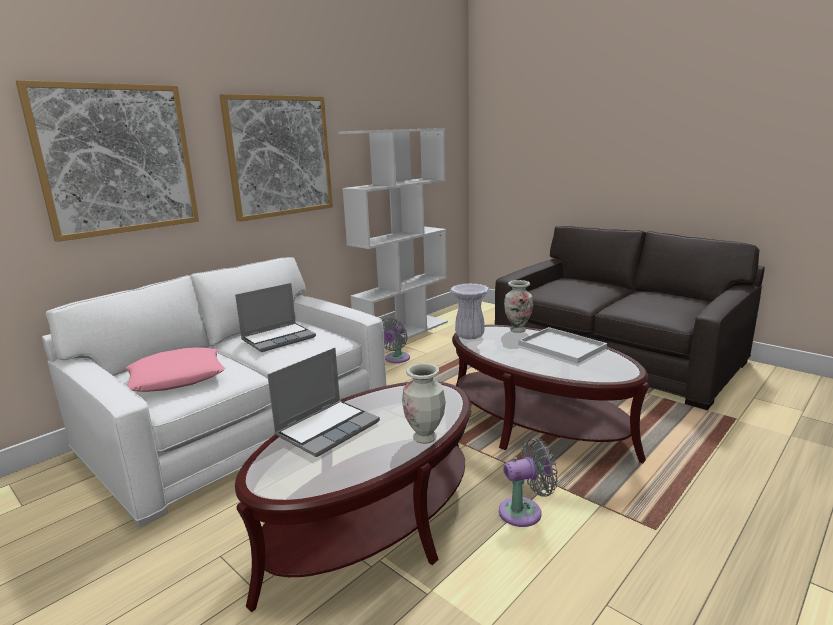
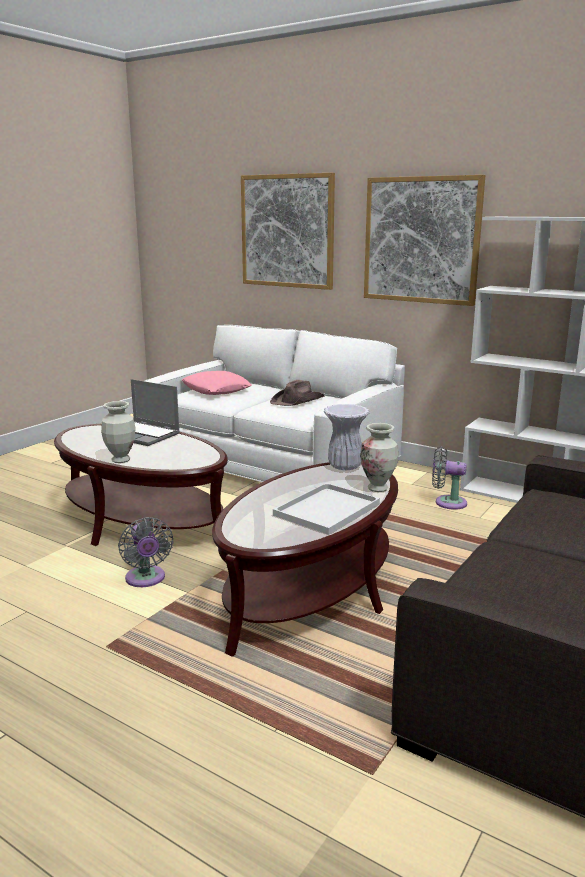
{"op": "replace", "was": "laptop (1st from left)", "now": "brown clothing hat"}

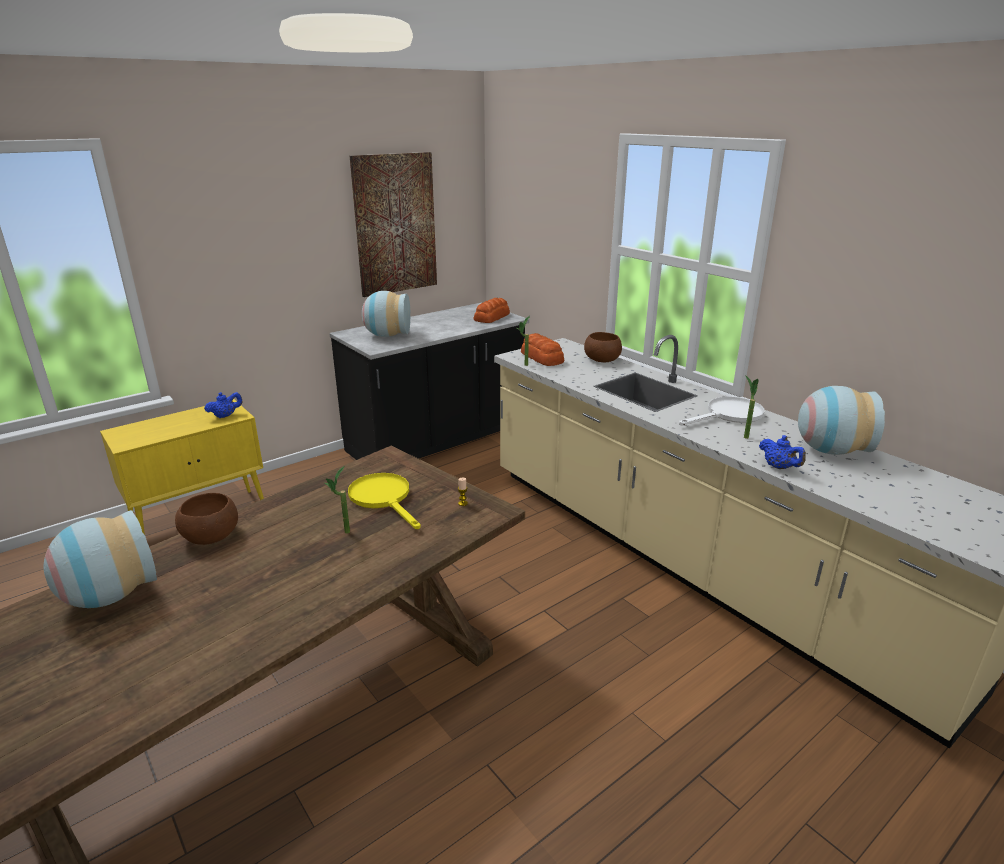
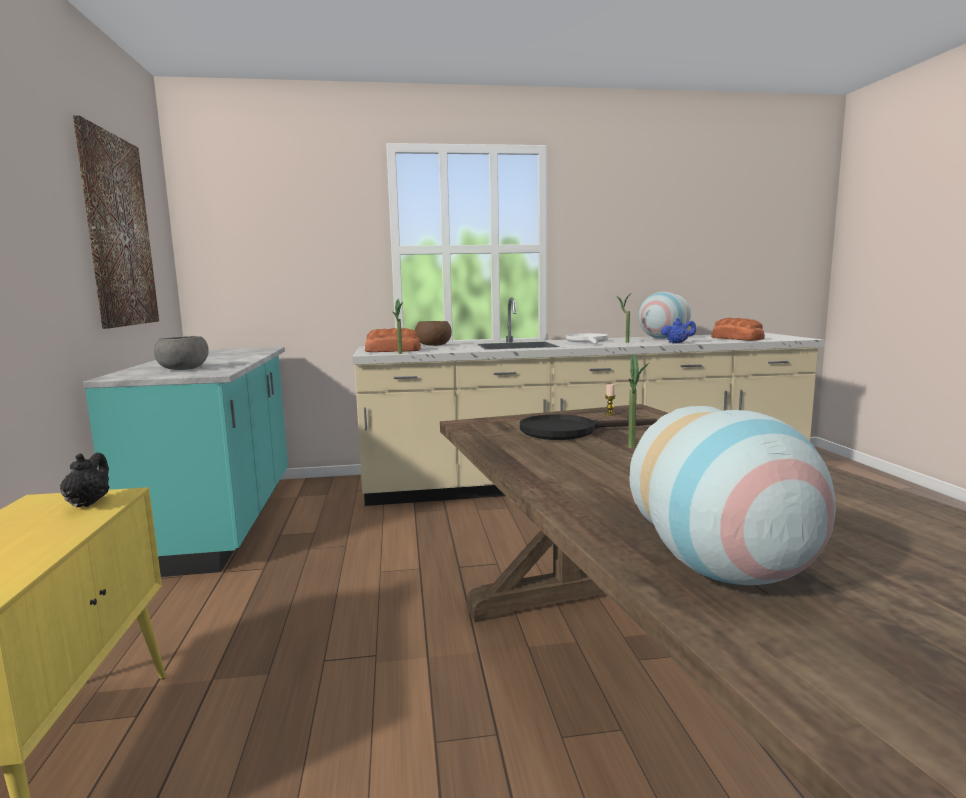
{"op": "delete", "was": "brown deep dish (1st from left)"}
{"op": "move", "was": "baked bread (1st from left in the first image)", "now": "baked bread (2nd from left)"}
{"op": "replace", "was": "decorative vase (2nd from left)", "now": "grey deep dish"}
{"op": "recolor", "was": "blue-coloured teapot (1st from left)", "now": "blackish teapot"}
{"op": "recolor", "was": "blackish kitchen counter", "now": "turquoise kitchen counter"}
{"op": "recolor", "was": "yellow skillet", "now": "blackish skillet"}

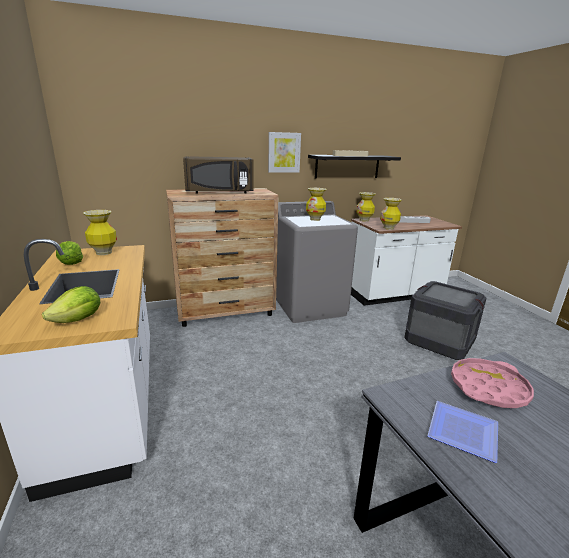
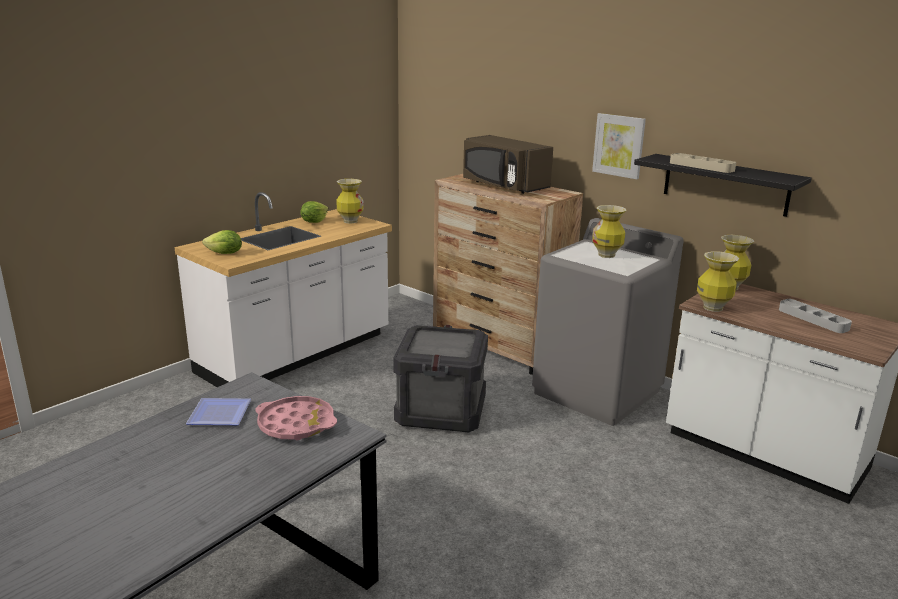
{"op": "move", "was": "packing crate"}

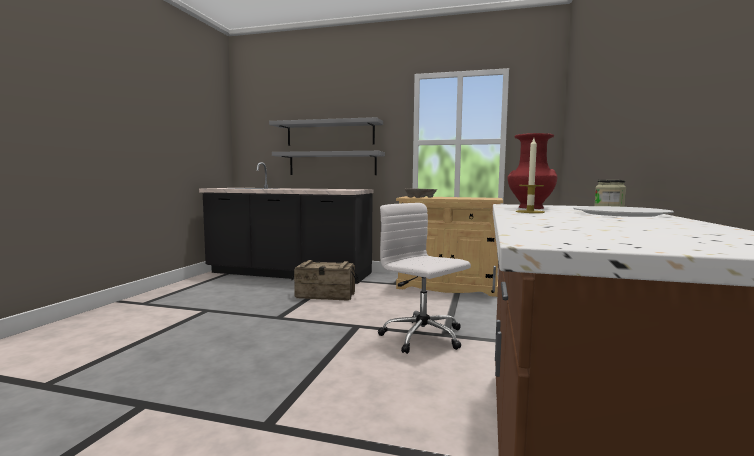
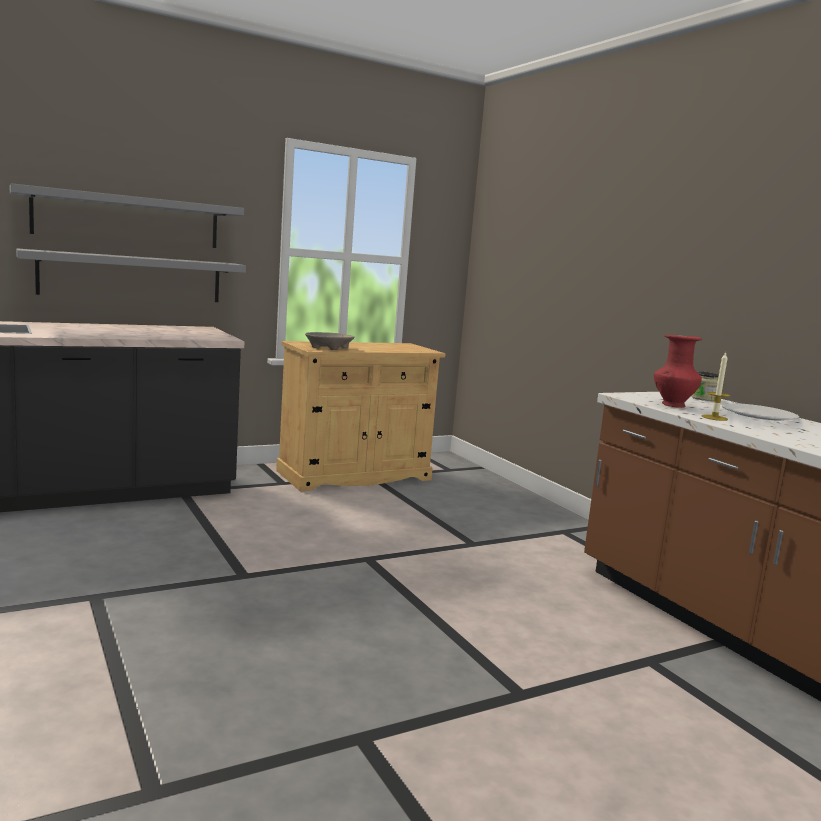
{"op": "delete", "was": "packing crate"}
{"op": "delete", "was": "whitish office chair"}

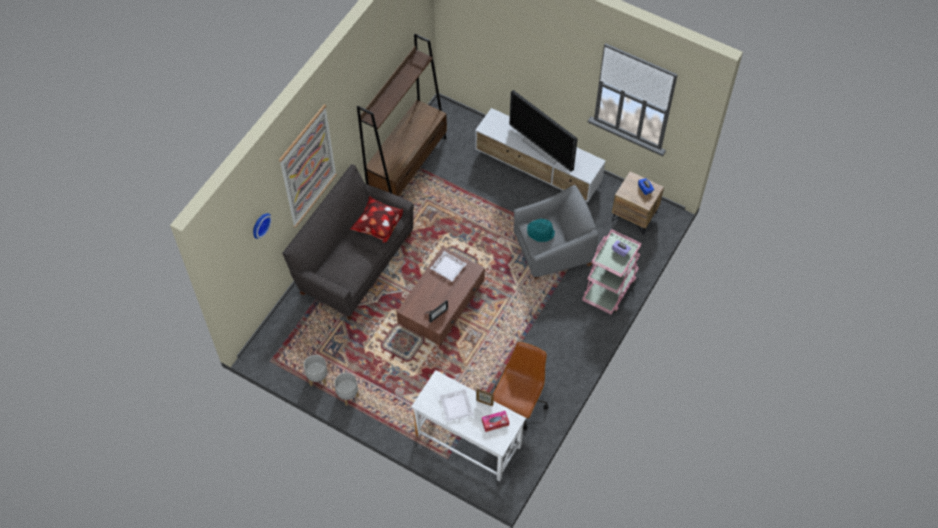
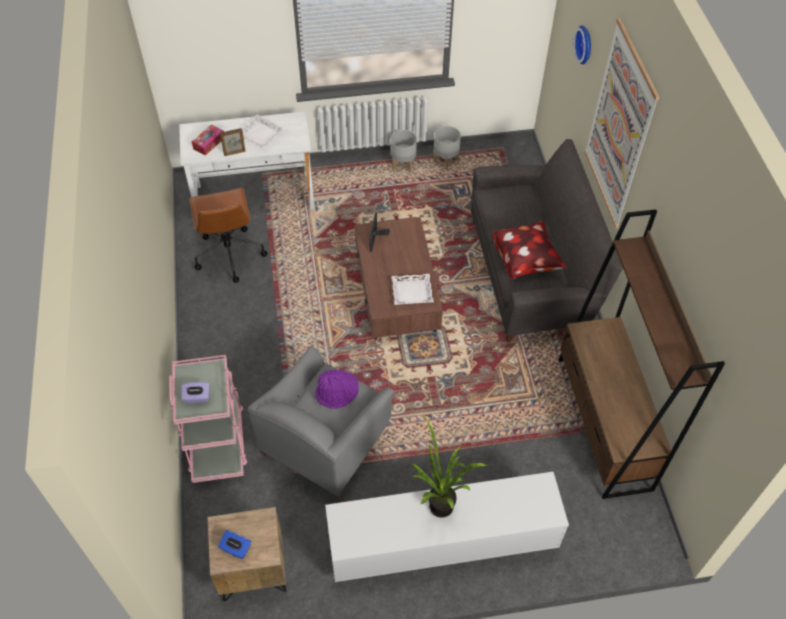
{"op": "replace", "was": "TV", "now": "houseplant"}
{"op": "recolor", "was": "turquoise clothing hat", "now": "purple clothing hat"}

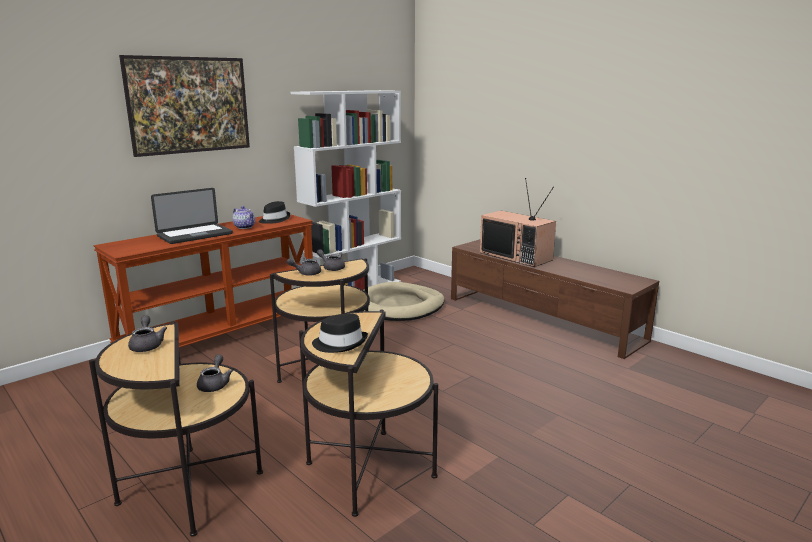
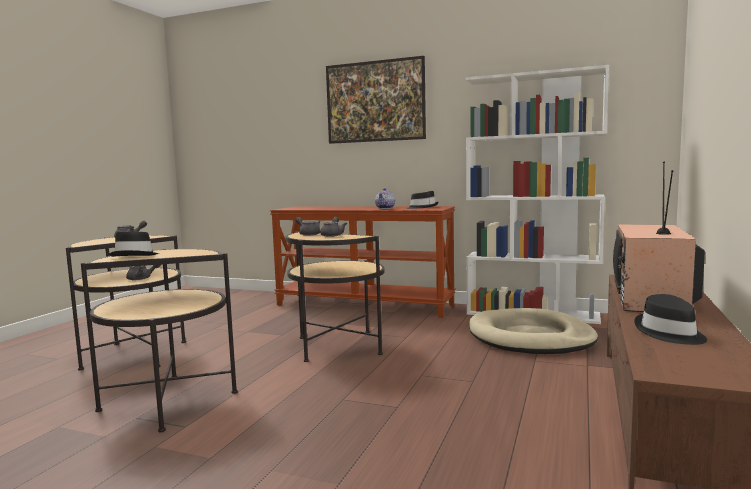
{"op": "delete", "was": "laptop"}
{"op": "insert", "now": "blackish clothing hat (3rd from left)"}

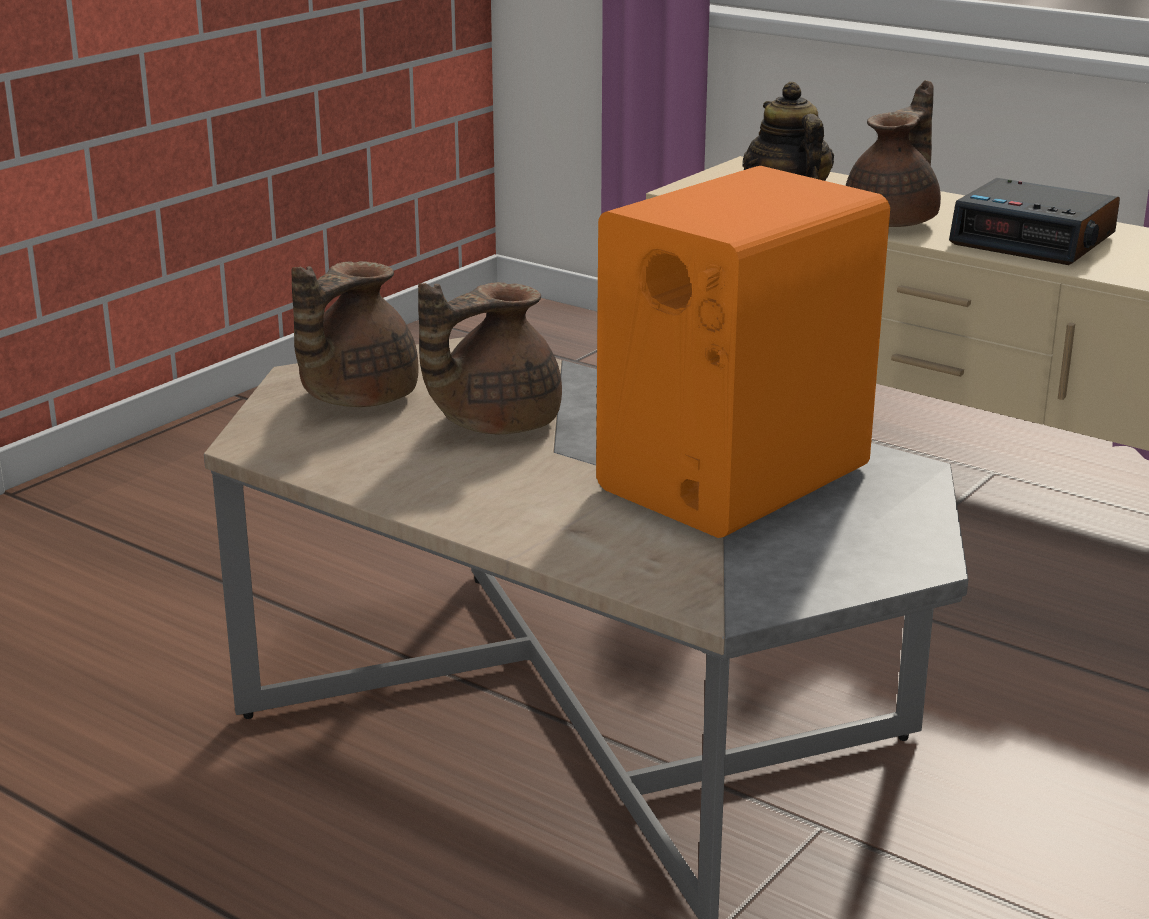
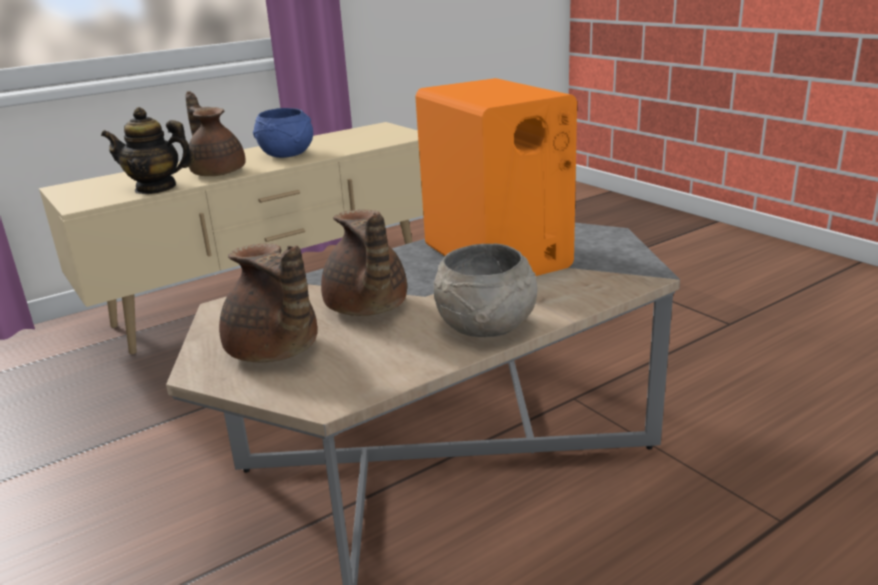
{"op": "insert", "now": "grey deep dish"}
{"op": "replace", "was": "table clock", "now": "blue-coloured deep dish"}

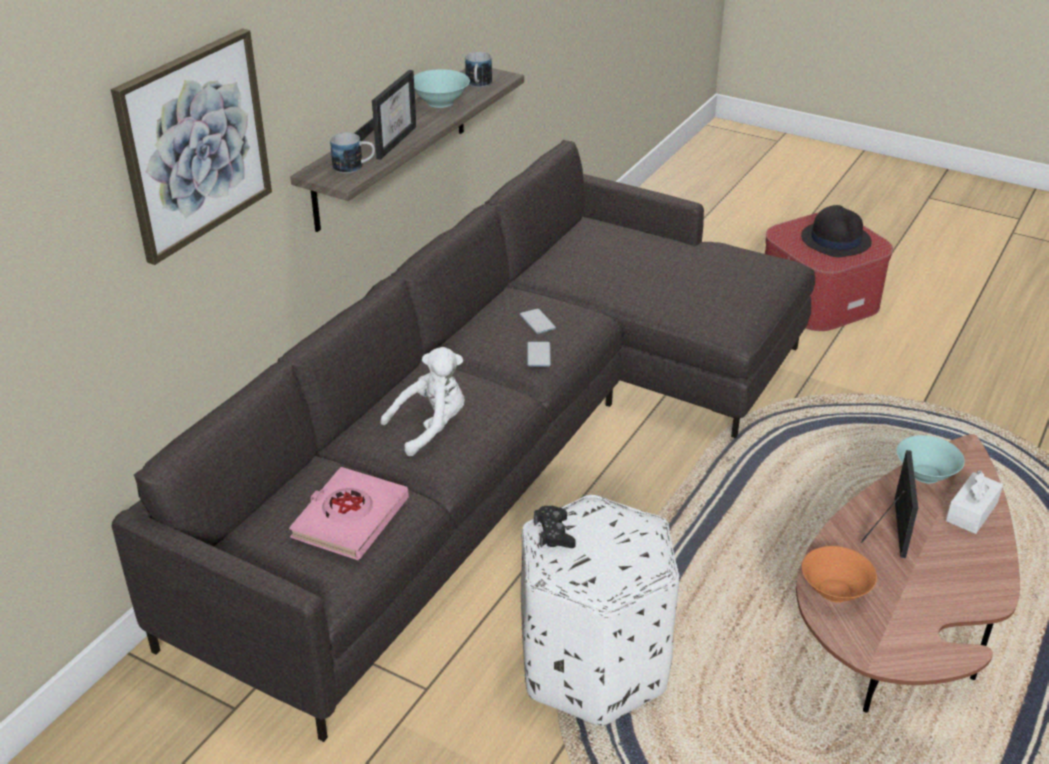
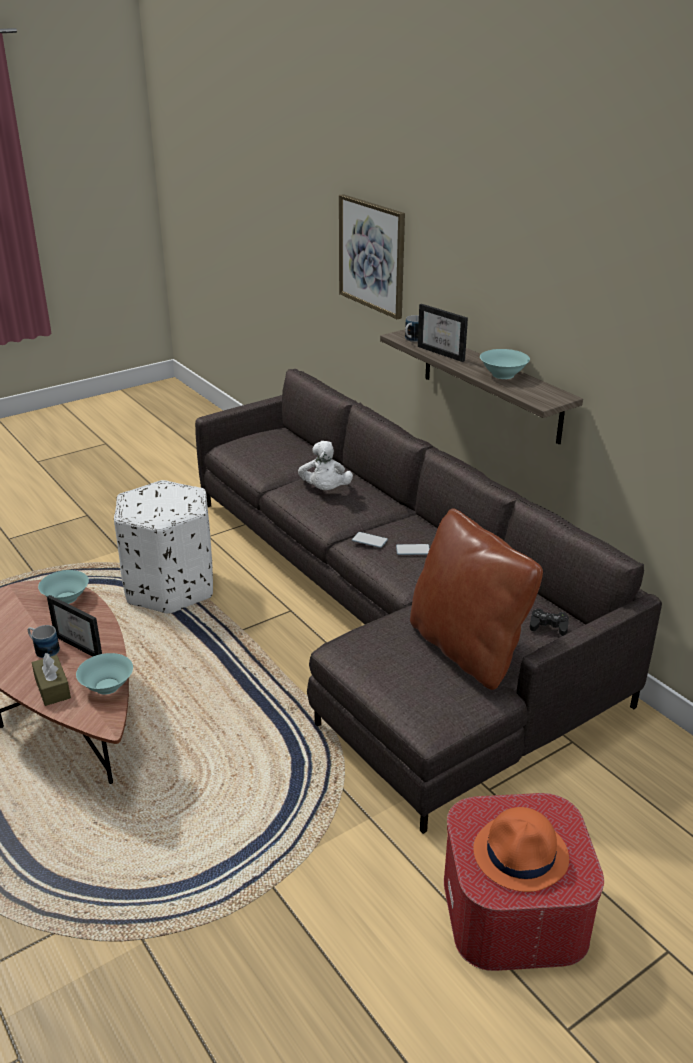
{"op": "delete", "was": "pink book"}
{"op": "insert", "now": "brown cushion"}
{"op": "move", "was": "coffee mug (2nd from left in the first image)", "now": "coffee mug (1st from left)"}
{"op": "move", "was": "blackish joypad"}
{"op": "recolor", "was": "blackish clothing hat", "now": "orange-coloured clothing hat"}
{"op": "recolor", "was": "orange-coloured deep dish", "now": "turquoise deep dish (1st from left)"}
{"op": "recolor", "was": "whitish tissue holder", "now": "brown tissue holder"}

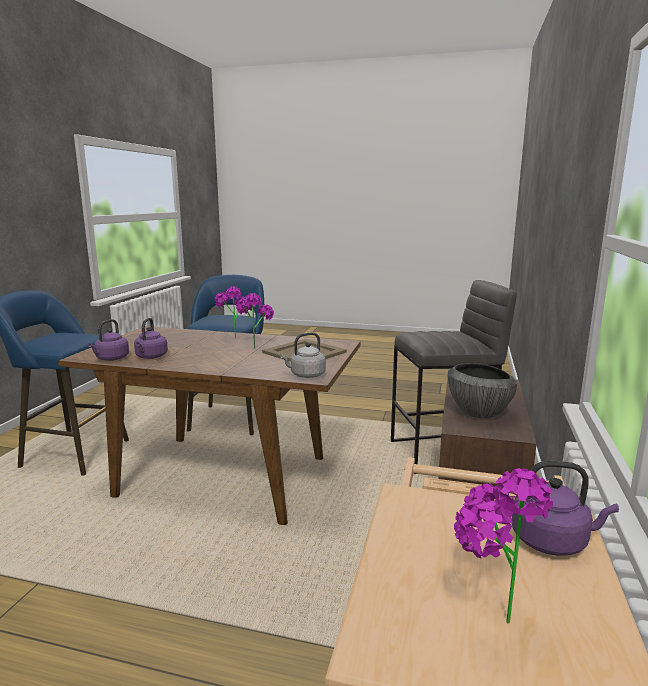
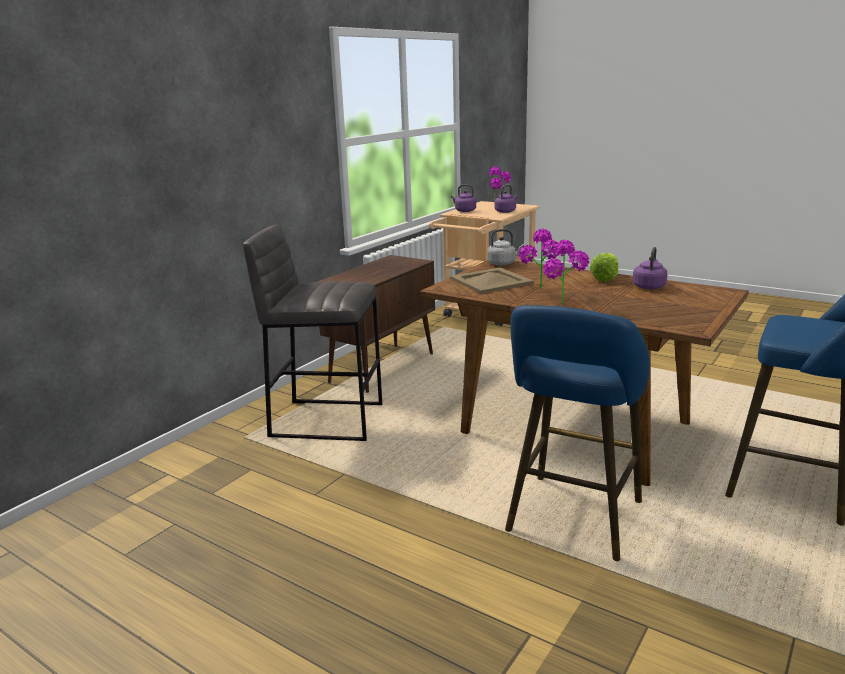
{"op": "delete", "was": "deep dish"}
{"op": "insert", "now": "head of lettuce"}
{"op": "move", "was": "purple water kettle (1st from left in the first image)", "now": "purple water kettle (2nd from left)"}

